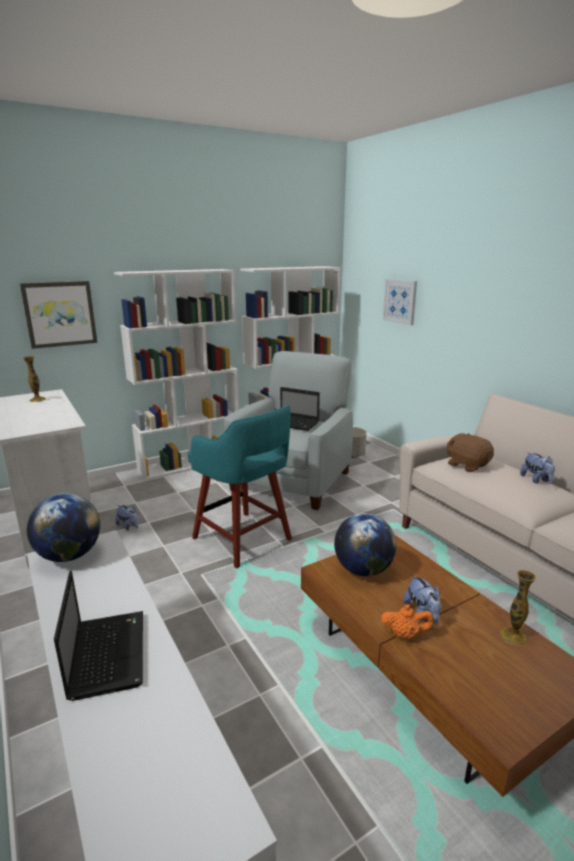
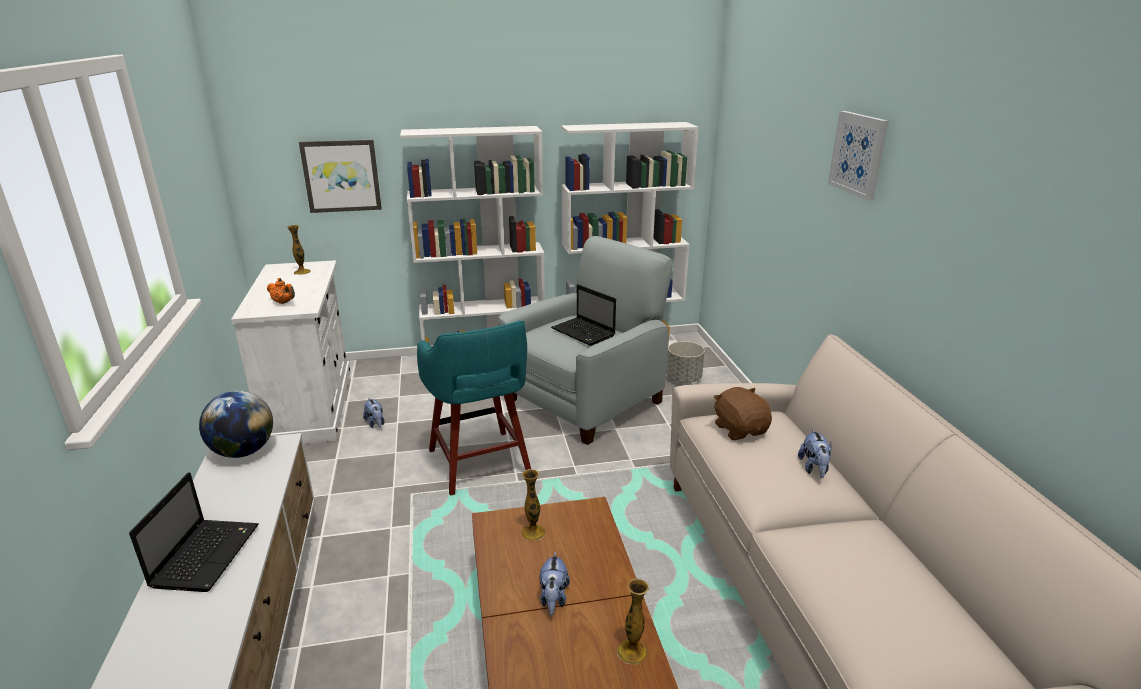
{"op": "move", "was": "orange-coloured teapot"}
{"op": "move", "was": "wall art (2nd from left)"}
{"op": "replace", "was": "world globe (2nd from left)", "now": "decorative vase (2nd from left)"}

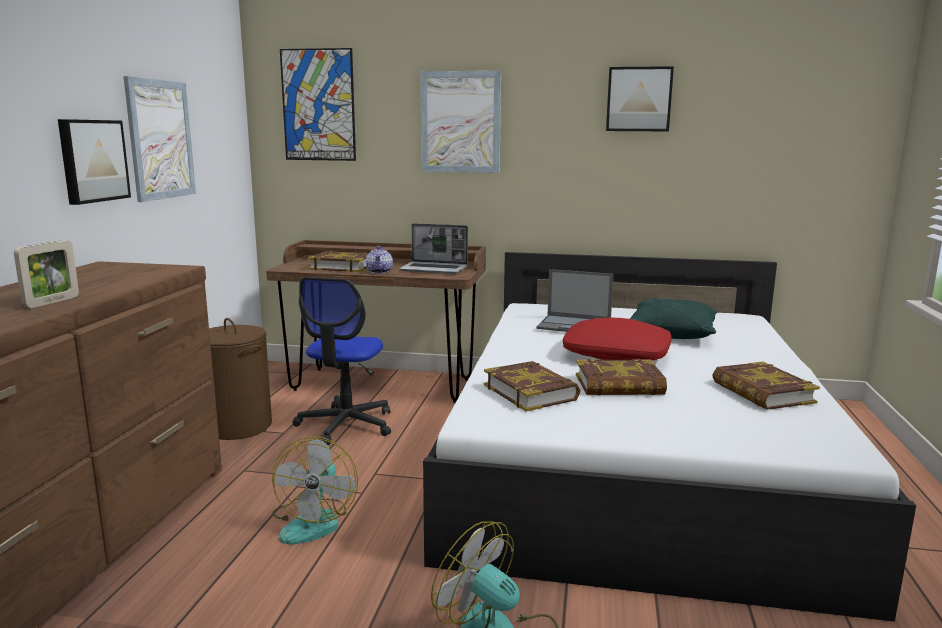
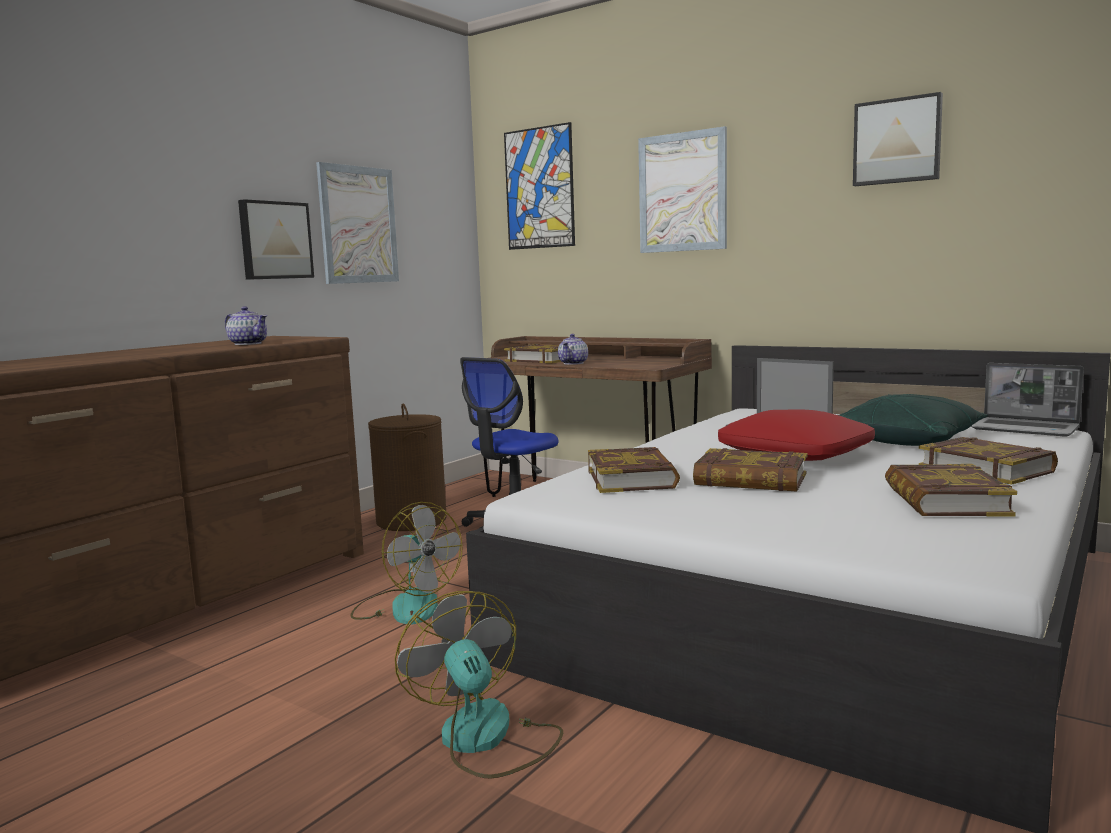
{"op": "delete", "was": "picture frame"}
{"op": "insert", "now": "teapot (1st from left)"}
{"op": "insert", "now": "book (5th from left)"}
{"op": "move", "was": "laptop (1st from left in the first image)", "now": "laptop (2nd from left)"}
{"op": "rotate", "was": "cooling fan (1st from left)", "clockwise": -75}

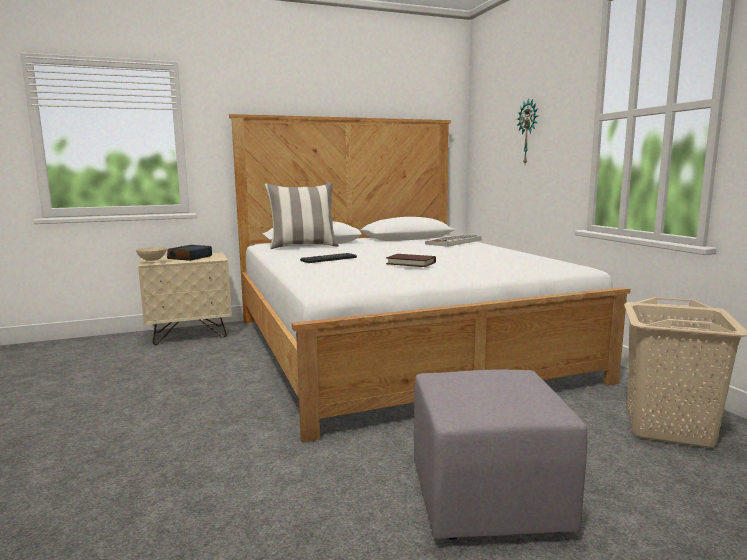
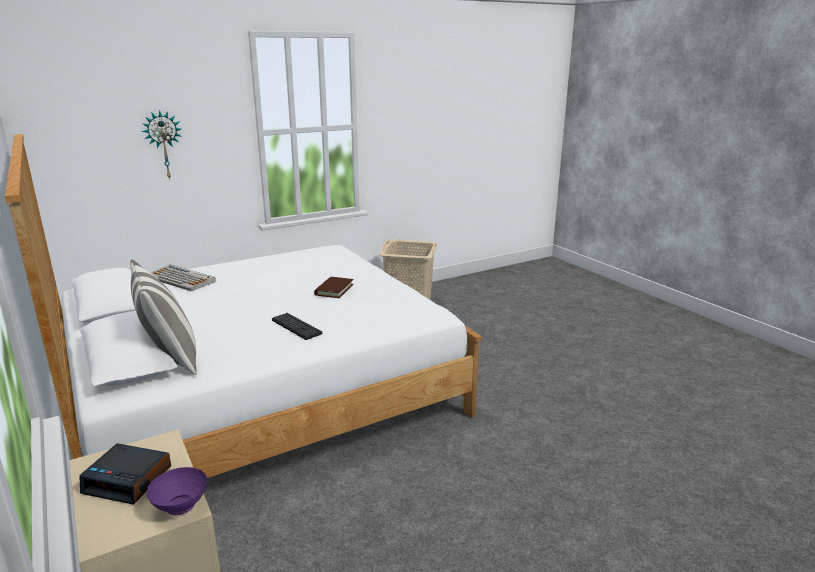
{"op": "delete", "was": "grey pouffe"}
{"op": "recolor", "was": "beige deep dish", "now": "purple deep dish"}

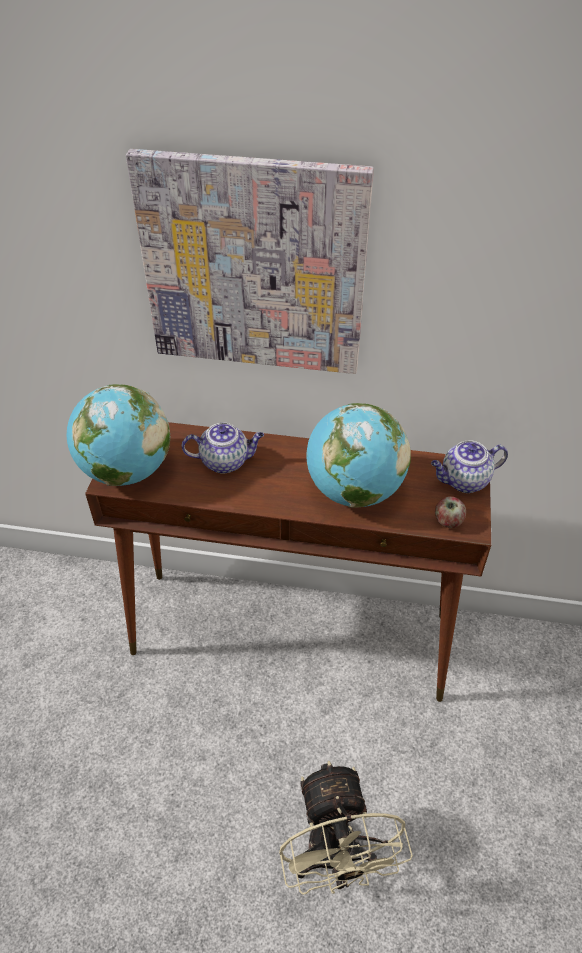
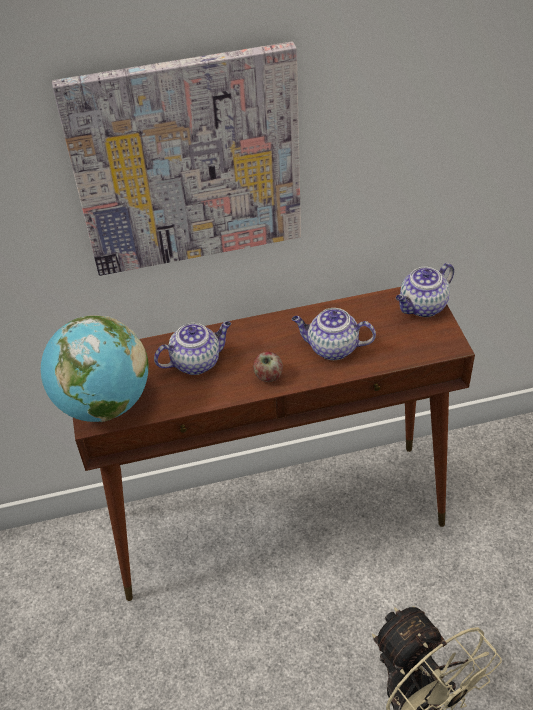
{"op": "move", "was": "whole apple"}
{"op": "replace", "was": "world globe (2nd from left)", "now": "teapot (2nd from left)"}

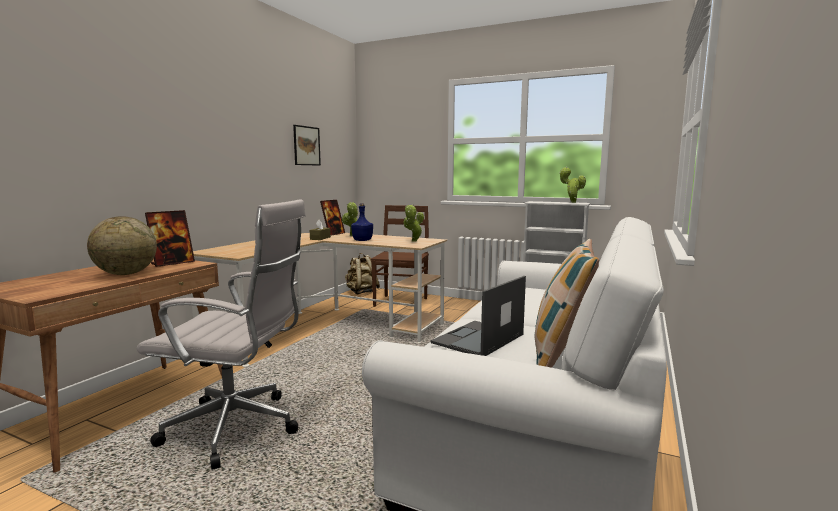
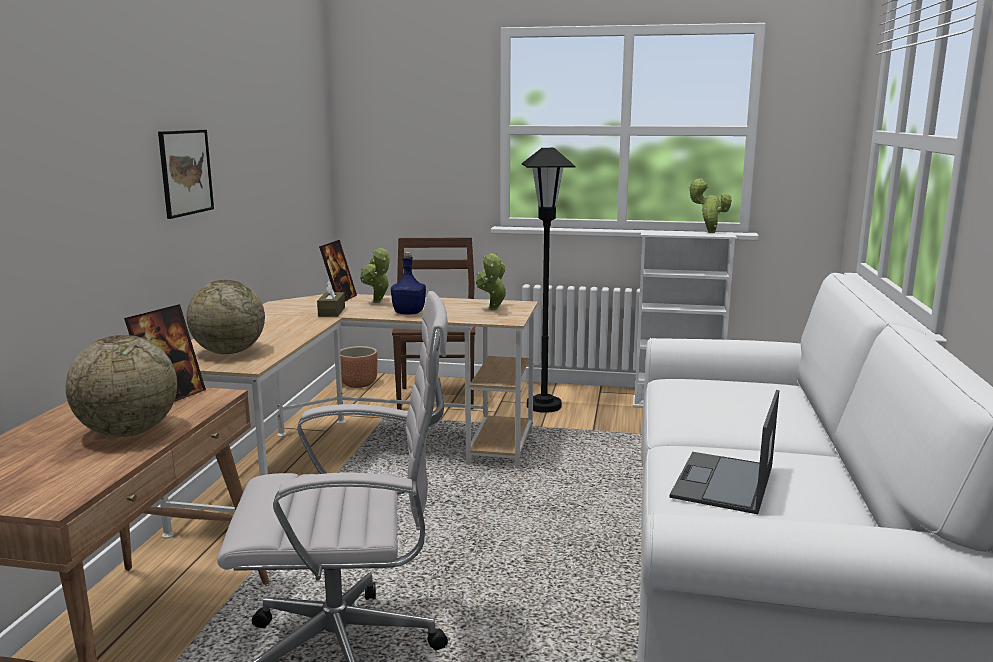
{"op": "delete", "was": "cushion"}
{"op": "insert", "now": "world globe (2nd from left)"}
{"op": "insert", "now": "blackish standard lamp"}
{"op": "move", "was": "wall art"}
{"op": "replace", "was": "beige backpack", "now": "brown planter"}

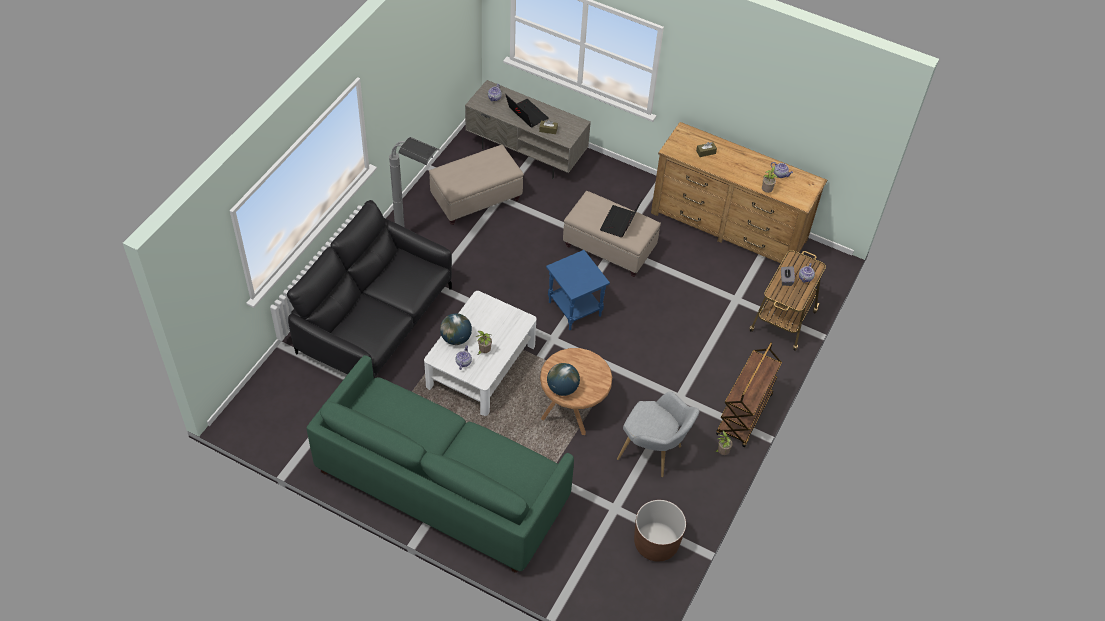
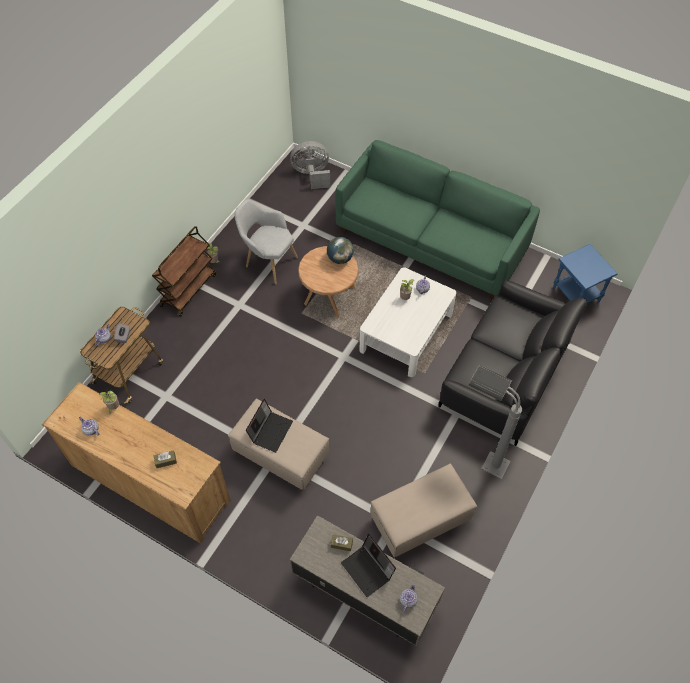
{"op": "delete", "was": "world globe (1st from left)"}
{"op": "delete", "was": "brown planter"}
{"op": "insert", "now": "grey cooling fan"}
{"op": "move", "was": "blue-coloured end table"}

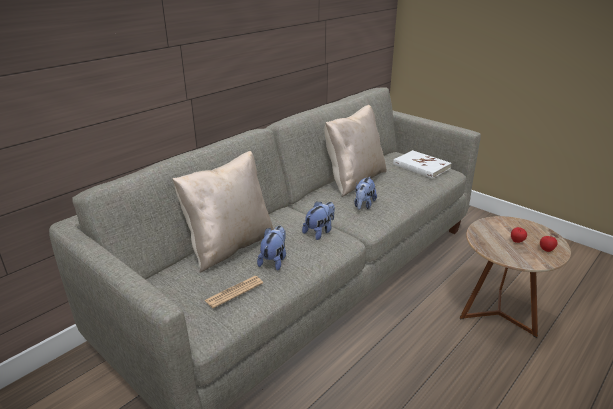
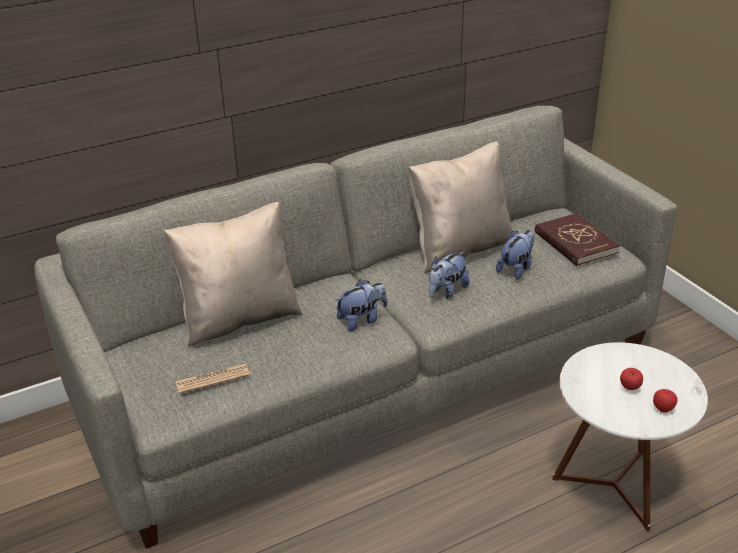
{"op": "move", "was": "plush toy (1st from left in the first image)", "now": "plush toy (3rd from left)"}
{"op": "recolor", "was": "whitish book", "now": "red-coloured book"}
{"op": "recolor", "was": "brown end table", "now": "whitish end table"}

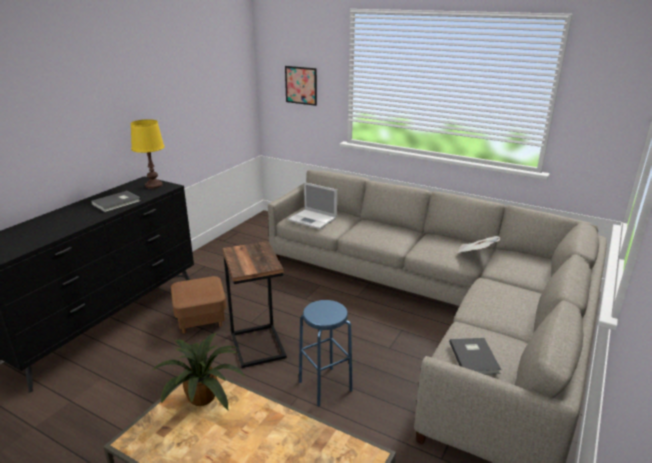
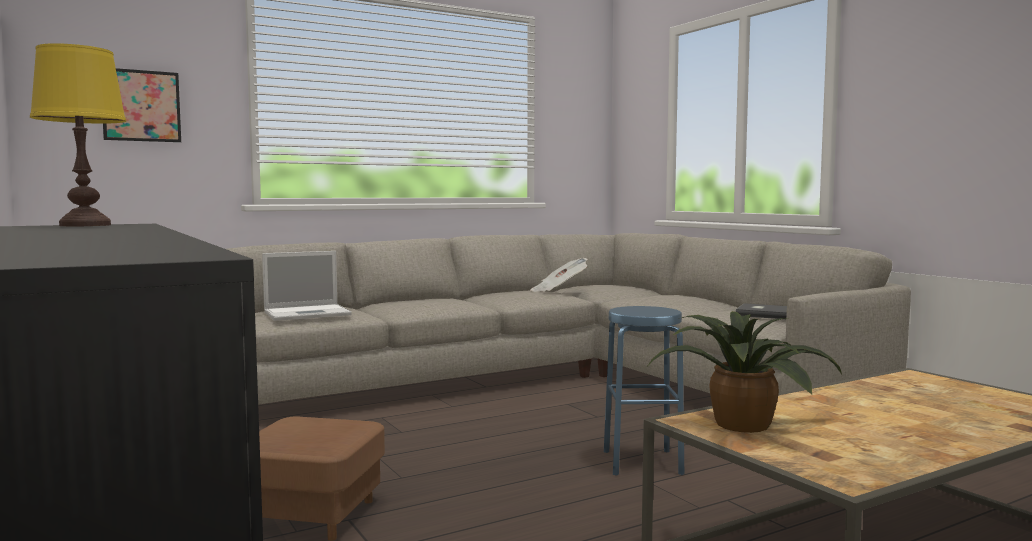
{"op": "delete", "was": "grey book (1st from left)"}
{"op": "delete", "was": "end table"}

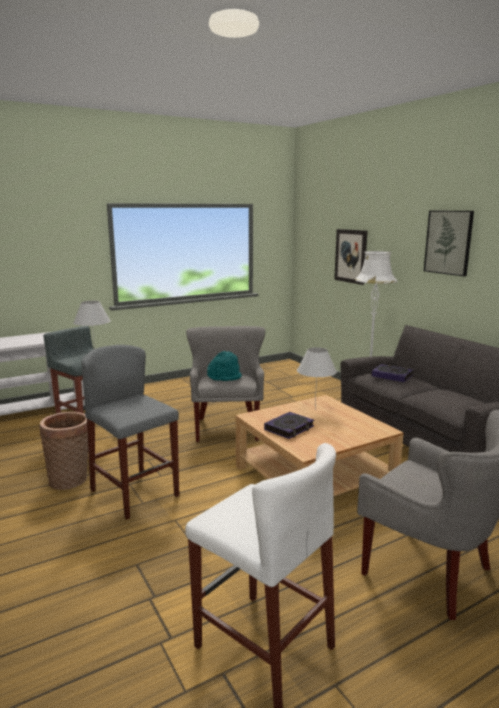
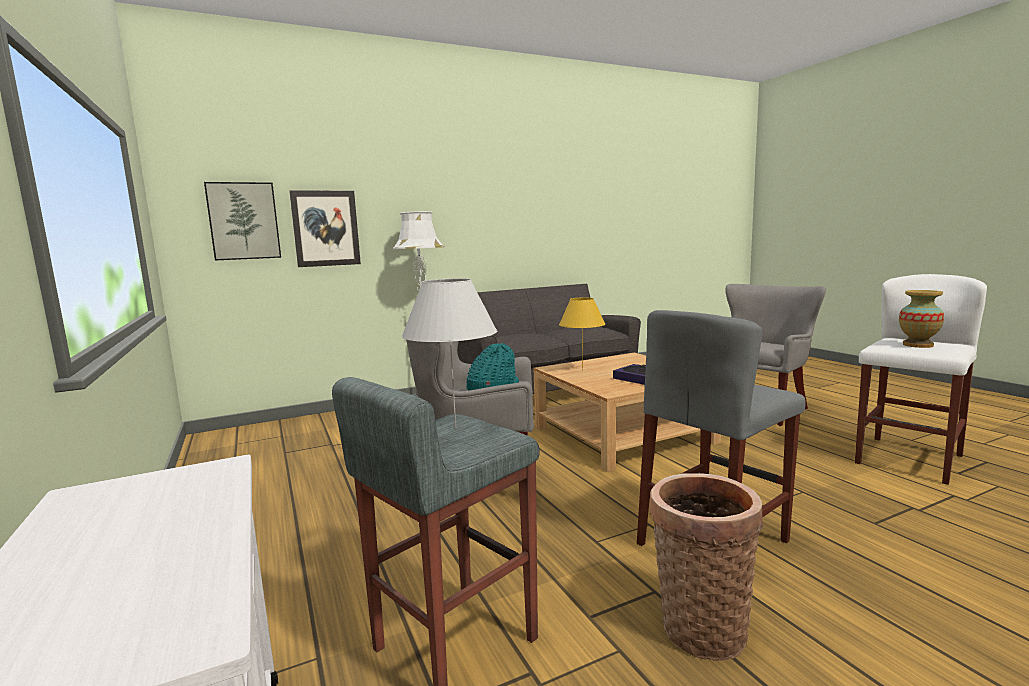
{"op": "delete", "was": "book (2nd from left)"}
{"op": "insert", "now": "decorative vase"}
{"op": "move", "was": "wall art (2nd from left in the first image)", "now": "wall art (1st from left)"}
{"op": "recolor", "was": "whitish tabletop lamp (2nd from left)", "now": "yellow tabletop lamp"}

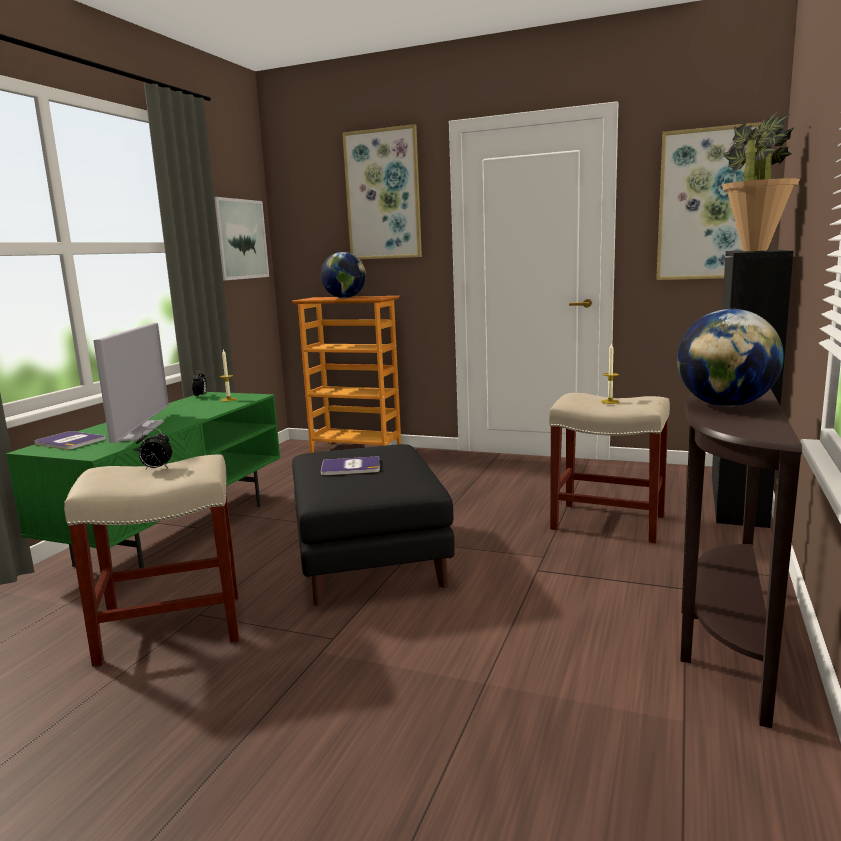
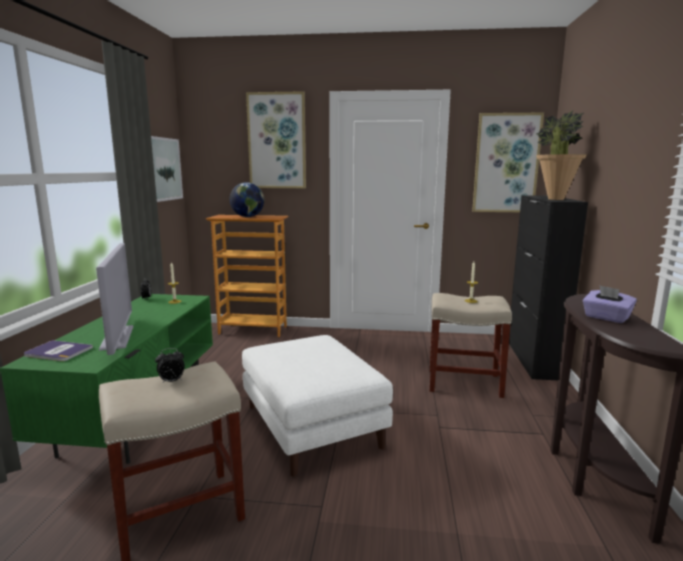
{"op": "delete", "was": "book (2nd from left)"}
{"op": "replace", "was": "world globe (2nd from left)", "now": "purple tissue holder"}
{"op": "recolor", "was": "blackish pouffe", "now": "whitish pouffe"}

